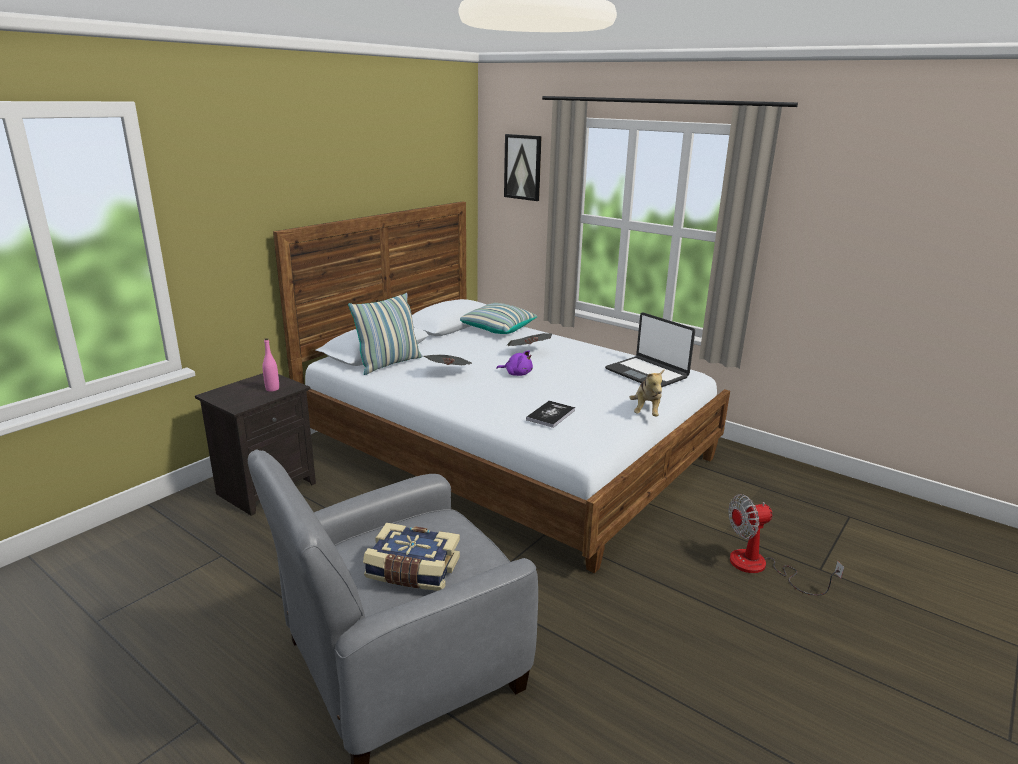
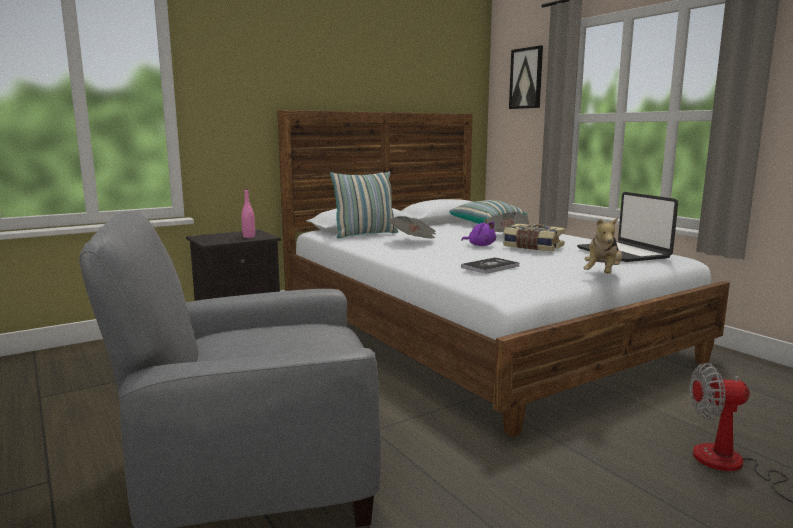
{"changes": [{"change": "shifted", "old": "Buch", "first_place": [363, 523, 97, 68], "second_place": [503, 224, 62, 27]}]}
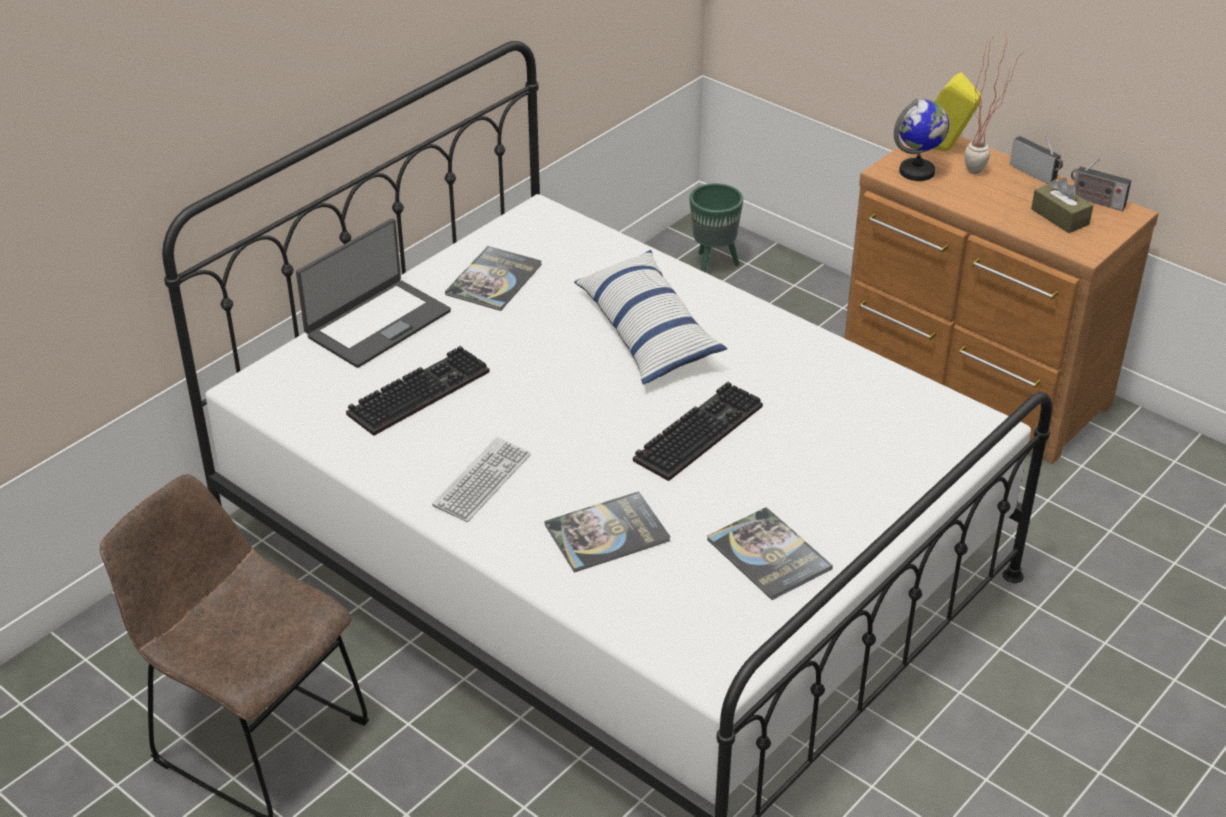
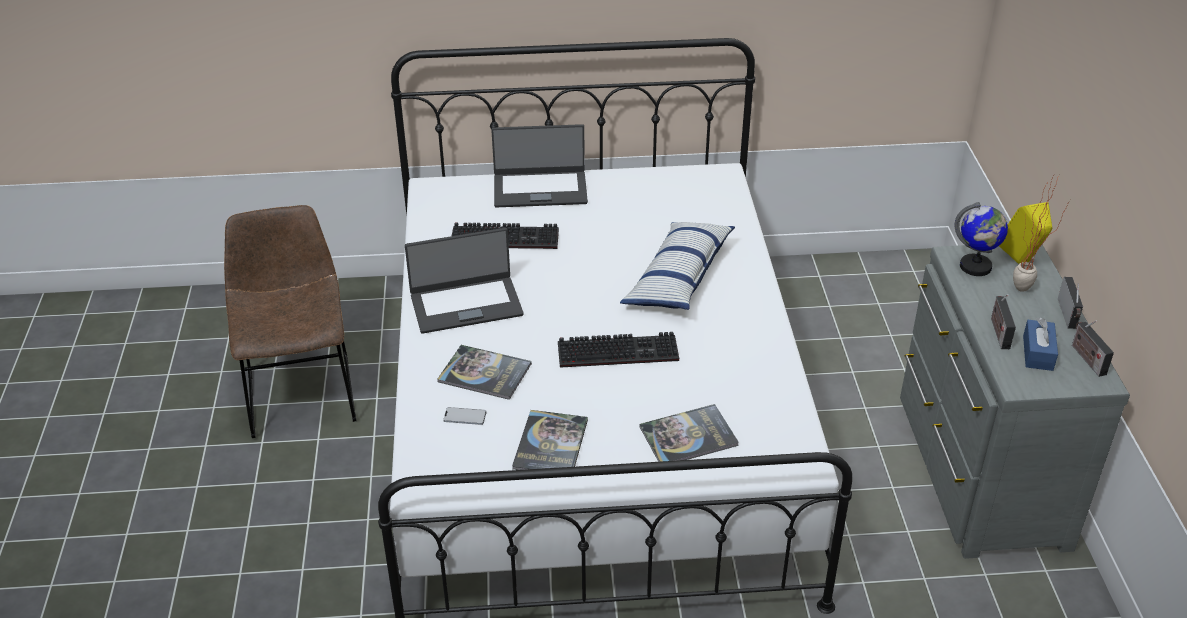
{"changes": [{"change": "gone", "old": "Pflanzkübel [grün]", "first_place": [690, 183, 53, 90]}, {"change": "new", "new": "Handy", "second_place": [443, 407, 43, 18]}, {"change": "new", "new": "Radio", "second_place": [991, 294, 25, 55]}, {"change": "shifted", "old": "Buch", "first_place": [445, 246, 97, 65], "second_place": [639, 404, 100, 58]}, {"change": "swapped", "old": "Tastatur", "new": "Laptop", "first_place": [432, 437, 99, 85], "second_place": [405, 228, 119, 106]}, {"change": "repainted", "old": "Kommode [braun]", "new": "Kommode [grau]", "first_place": [844, 136, 314, 328], "second_place": [900, 245, 230, 314]}, {"change": "repainted", "old": "Taschentuchbox [braun]", "new": "Taschentuchbox [blau]", "first_place": [1031, 178, 62, 55], "second_place": [1023, 318, 35, 53]}]}
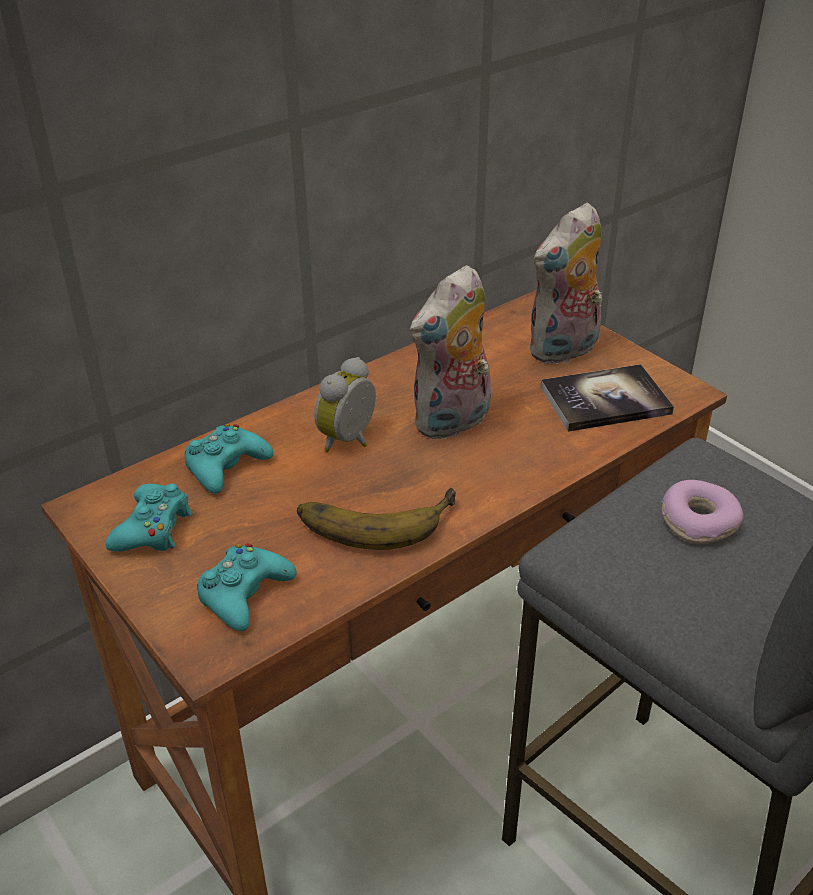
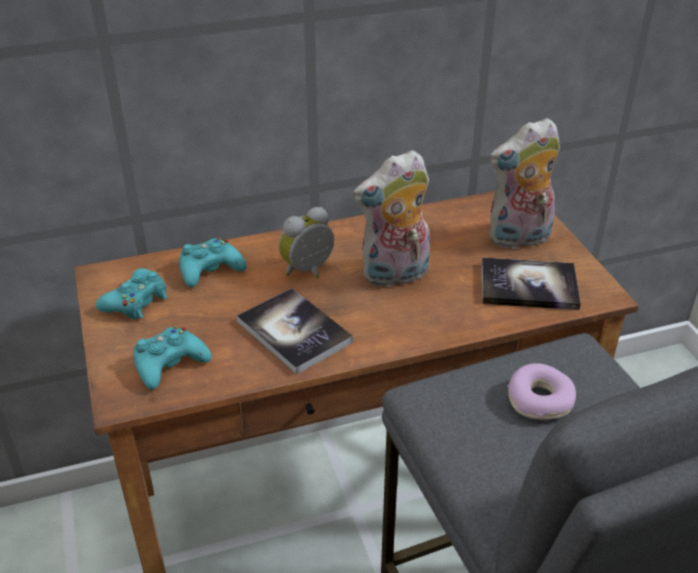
{"changes": [{"change": "swapped", "old": "Banane", "new": "Buch", "first_place": [297, 488, 159, 62], "second_place": [237, 288, 116, 87]}]}
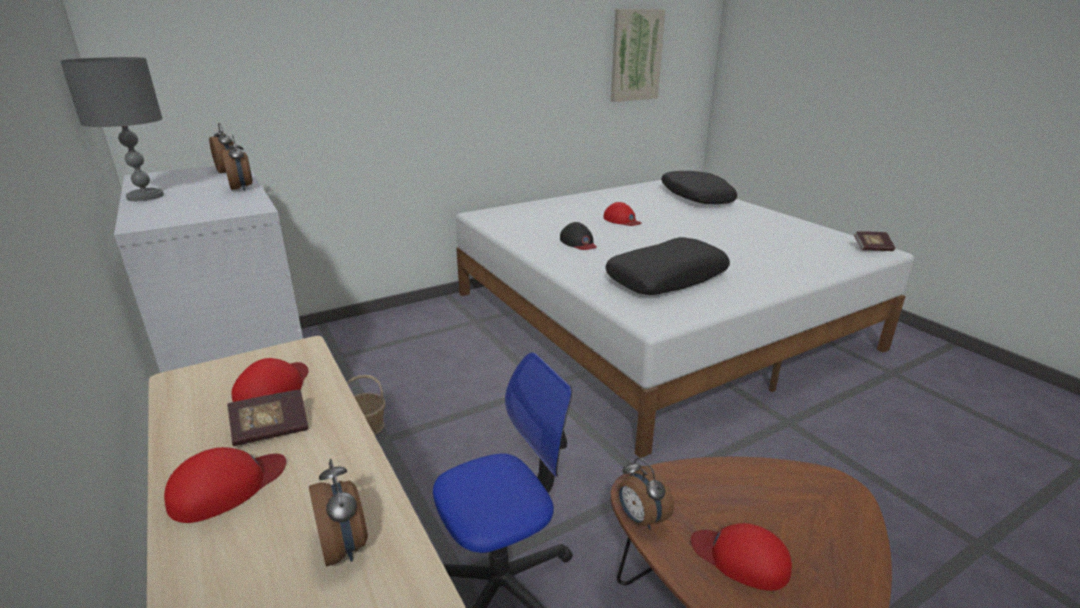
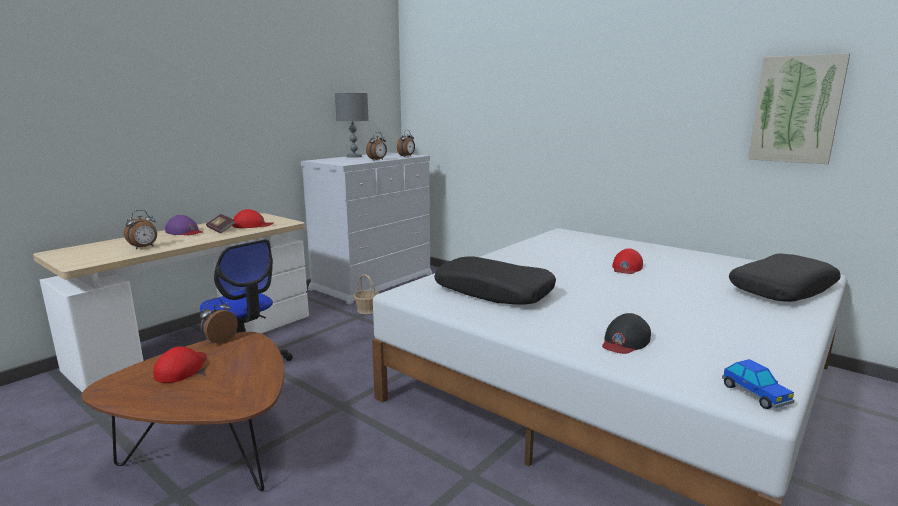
{"changes": [{"change": "shifted", "old": "Kappe [schwarz]", "first_place": [560, 222, 37, 28], "second_place": [602, 313, 49, 41]}, {"change": "swapped", "old": "Buch", "new": "Spielzeugauto", "first_place": [854, 231, 41, 20], "second_place": [722, 359, 72, 50]}, {"change": "repainted", "old": "Kappe [rot]", "new": "Kappe [lila]", "first_place": [164, 447, 122, 76], "second_place": [165, 215, 37, 20]}]}
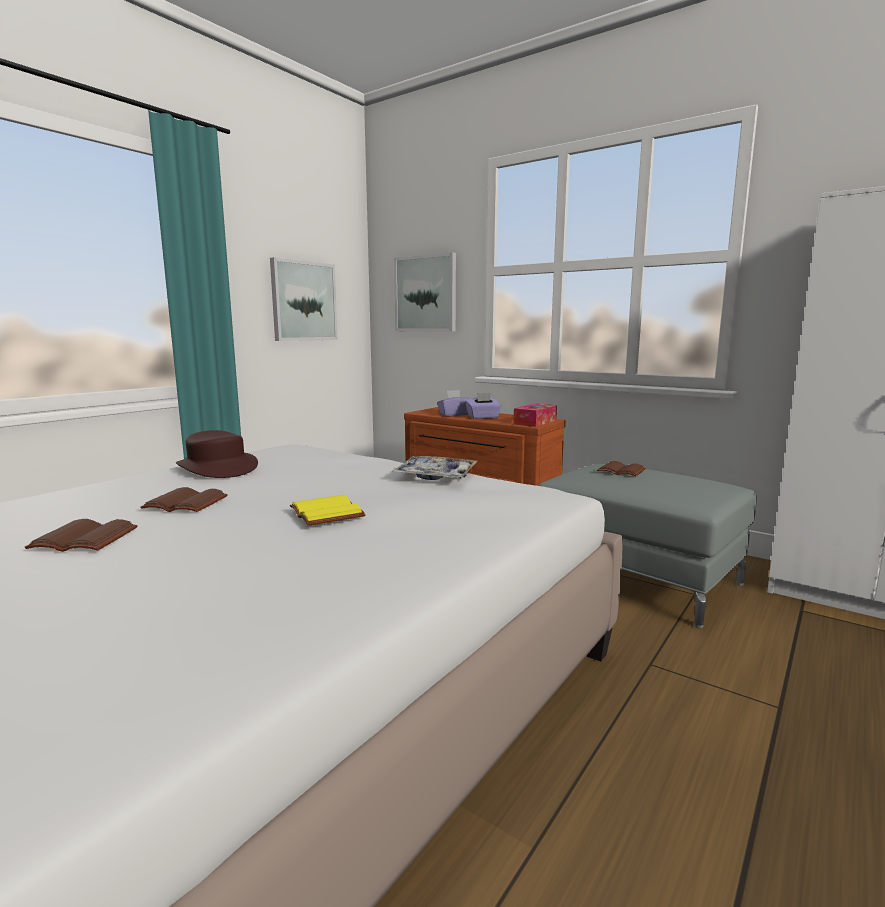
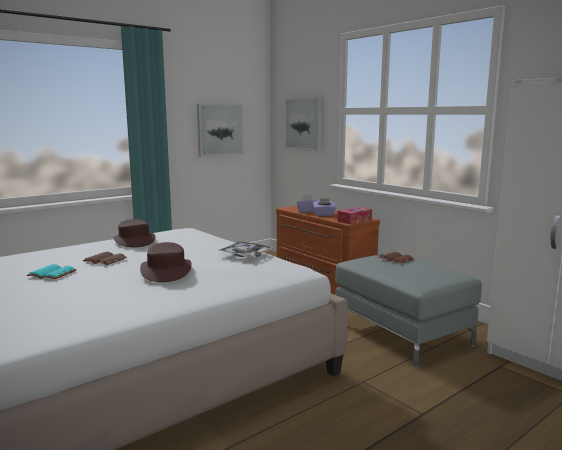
{"changes": [{"change": "swapped", "old": "Buch [gelb]", "new": "Hut [braun]", "first_place": [290, 495, 76, 31], "second_place": [140, 242, 52, 40]}, {"change": "repainted", "old": "Buch [braun]", "new": "Buch [türkis]", "first_place": [25, 519, 113, 33], "second_place": [27, 264, 50, 15]}]}
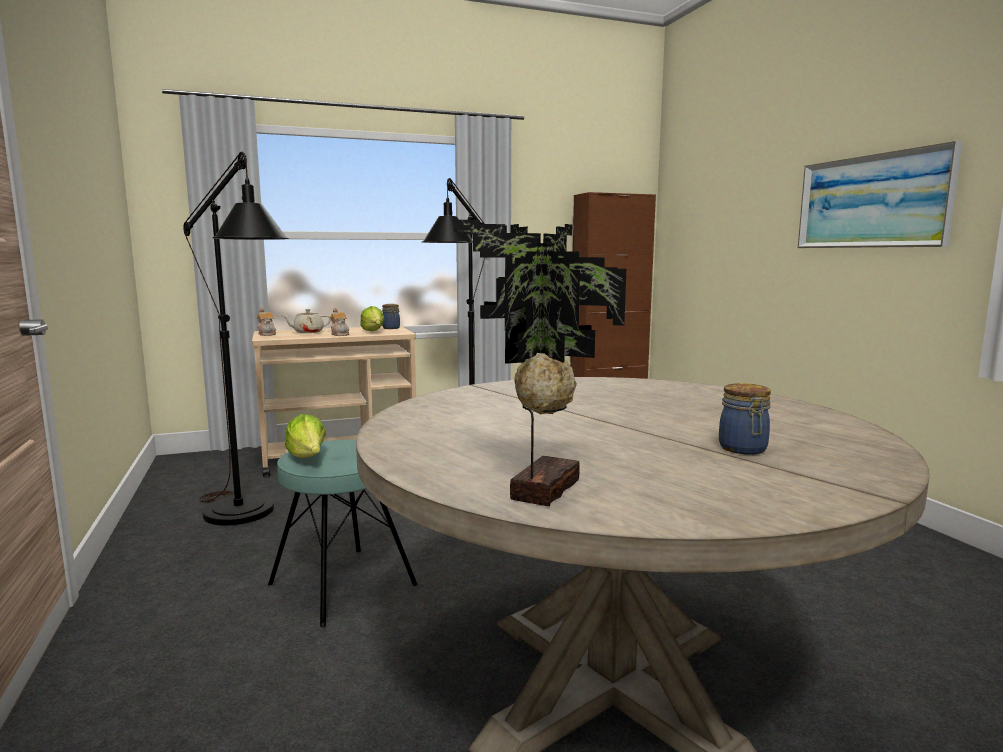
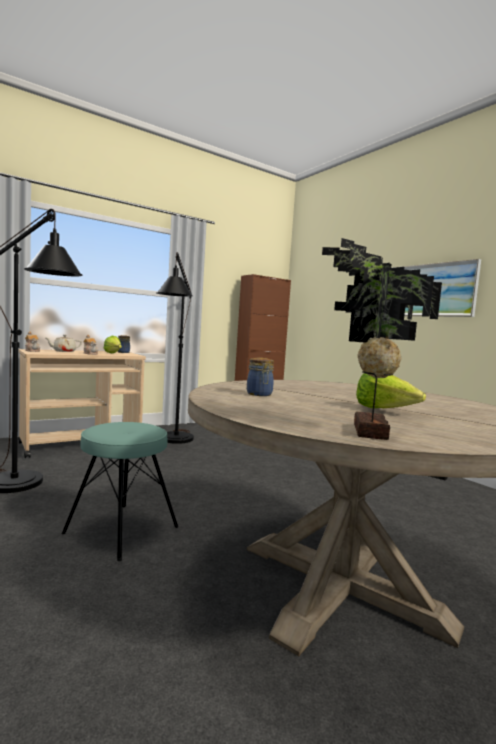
{"changes": [{"change": "shifted", "old": "Salatkopf", "first_place": [285, 414, 41, 44], "second_place": [356, 373, 70, 35]}, {"change": "shifted", "old": "Vorratsglas", "first_place": [719, 383, 52, 72], "second_place": [247, 358, 27, 38]}]}
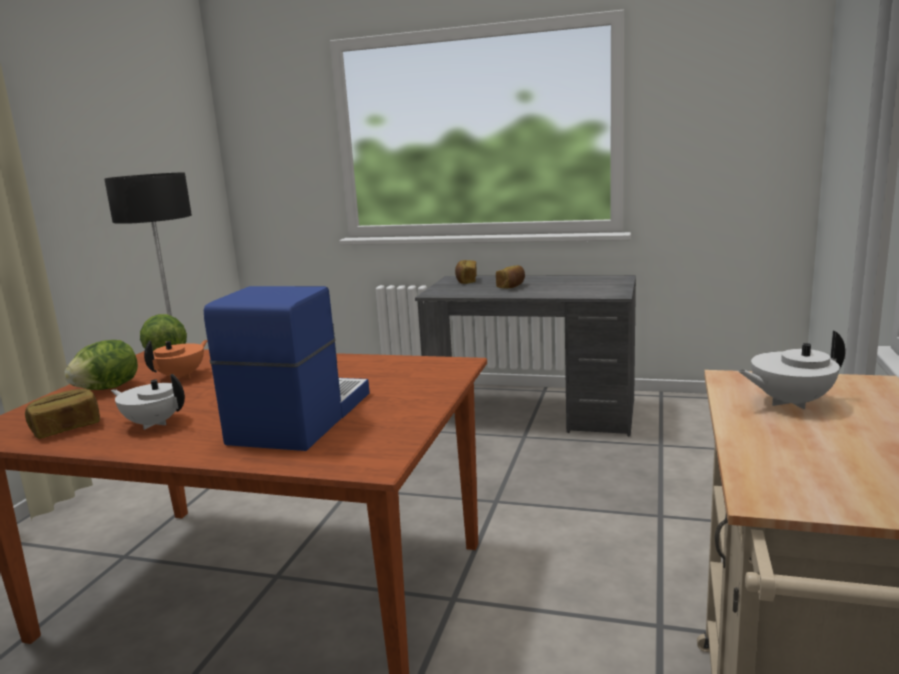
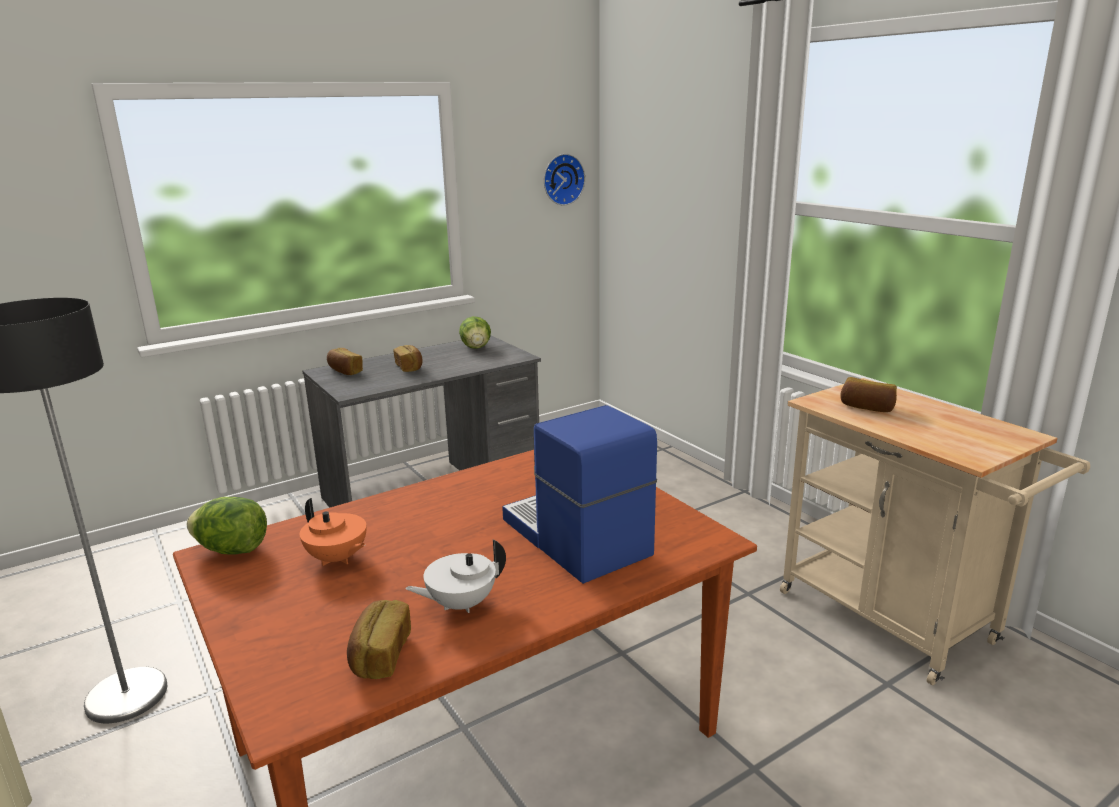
{"changes": [{"change": "new", "new": "Wanduhr", "second_place": [544, 154, 41, 51]}, {"change": "shifted", "old": "Salatkopf", "first_place": [64, 340, 74, 50], "second_place": [459, 316, 32, 33]}, {"change": "swapped", "old": "Teekanne [weiß]", "new": "Brot", "first_place": [738, 331, 107, 78], "second_place": [841, 377, 56, 35]}, {"change": "rotated", "old": "Teekanne [orange]", "first_place": [144, 340, 63, 39], "second_place": [300, 498, 67, 68], "degrees": 150}]}
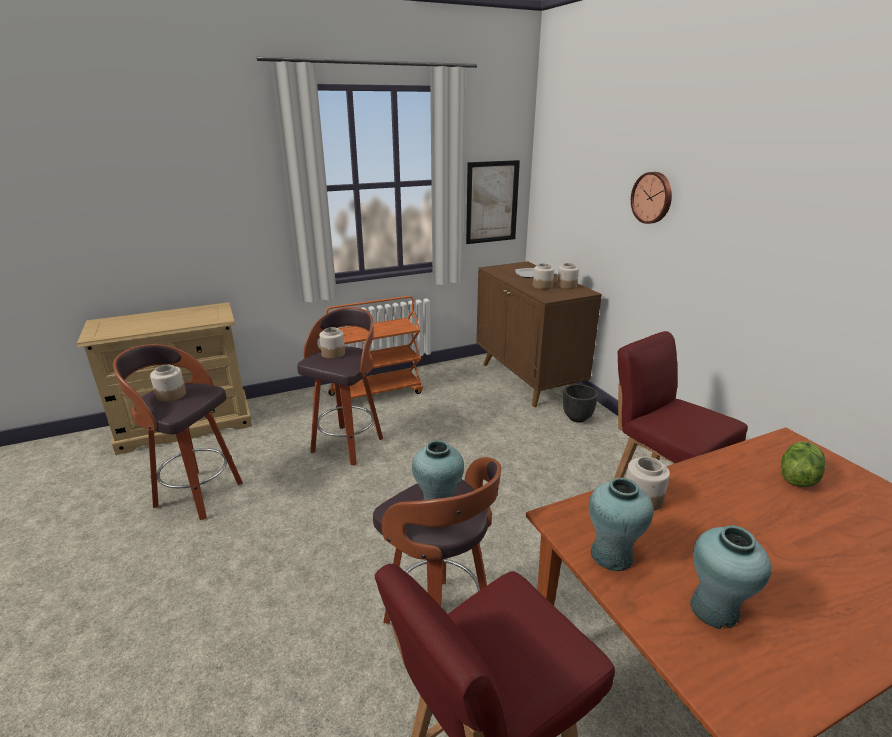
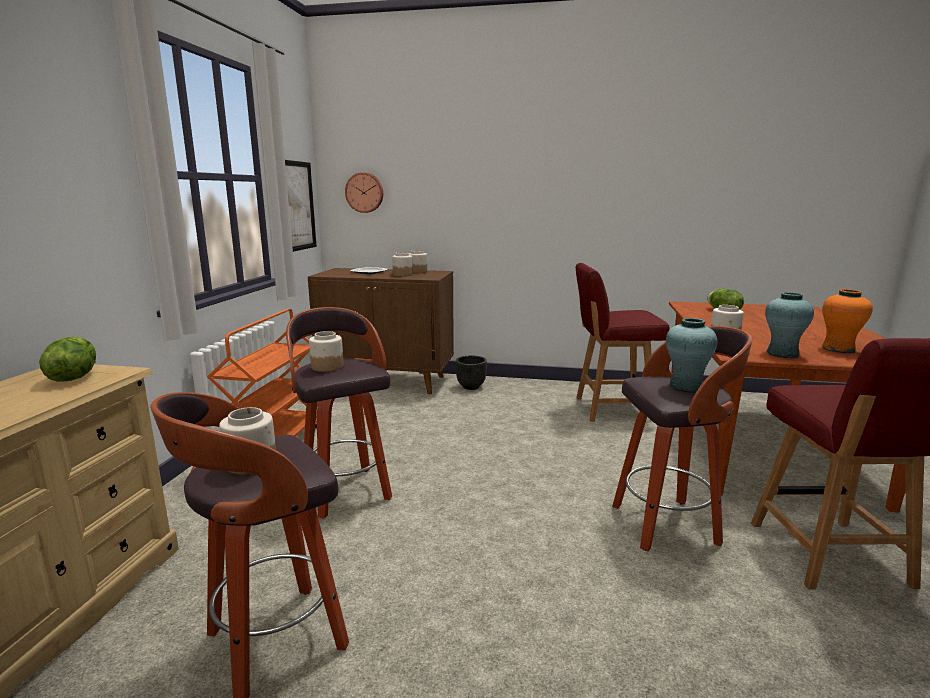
{"changes": [{"change": "new", "new": "Salatkopf", "second_place": [39, 337, 57, 45]}, {"change": "shifted", "old": "Wanduhr", "first_place": [631, 172, 41, 52], "second_place": [345, 172, 38, 41]}, {"change": "repainted", "old": "Vase [türkis]", "new": "Vase [orange]", "first_place": [690, 525, 81, 104], "second_place": [822, 289, 51, 64]}]}
